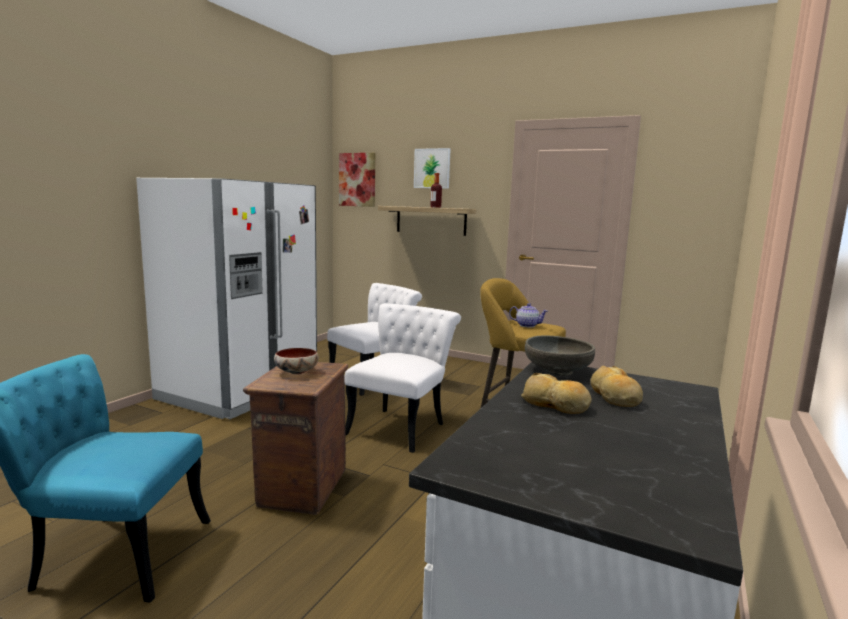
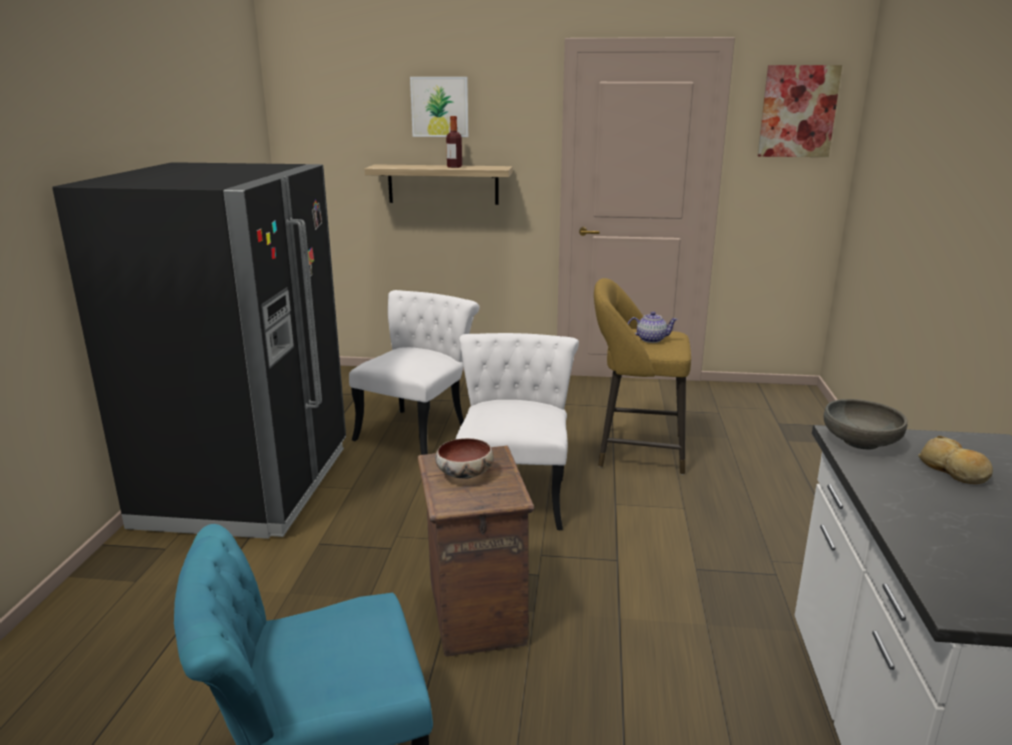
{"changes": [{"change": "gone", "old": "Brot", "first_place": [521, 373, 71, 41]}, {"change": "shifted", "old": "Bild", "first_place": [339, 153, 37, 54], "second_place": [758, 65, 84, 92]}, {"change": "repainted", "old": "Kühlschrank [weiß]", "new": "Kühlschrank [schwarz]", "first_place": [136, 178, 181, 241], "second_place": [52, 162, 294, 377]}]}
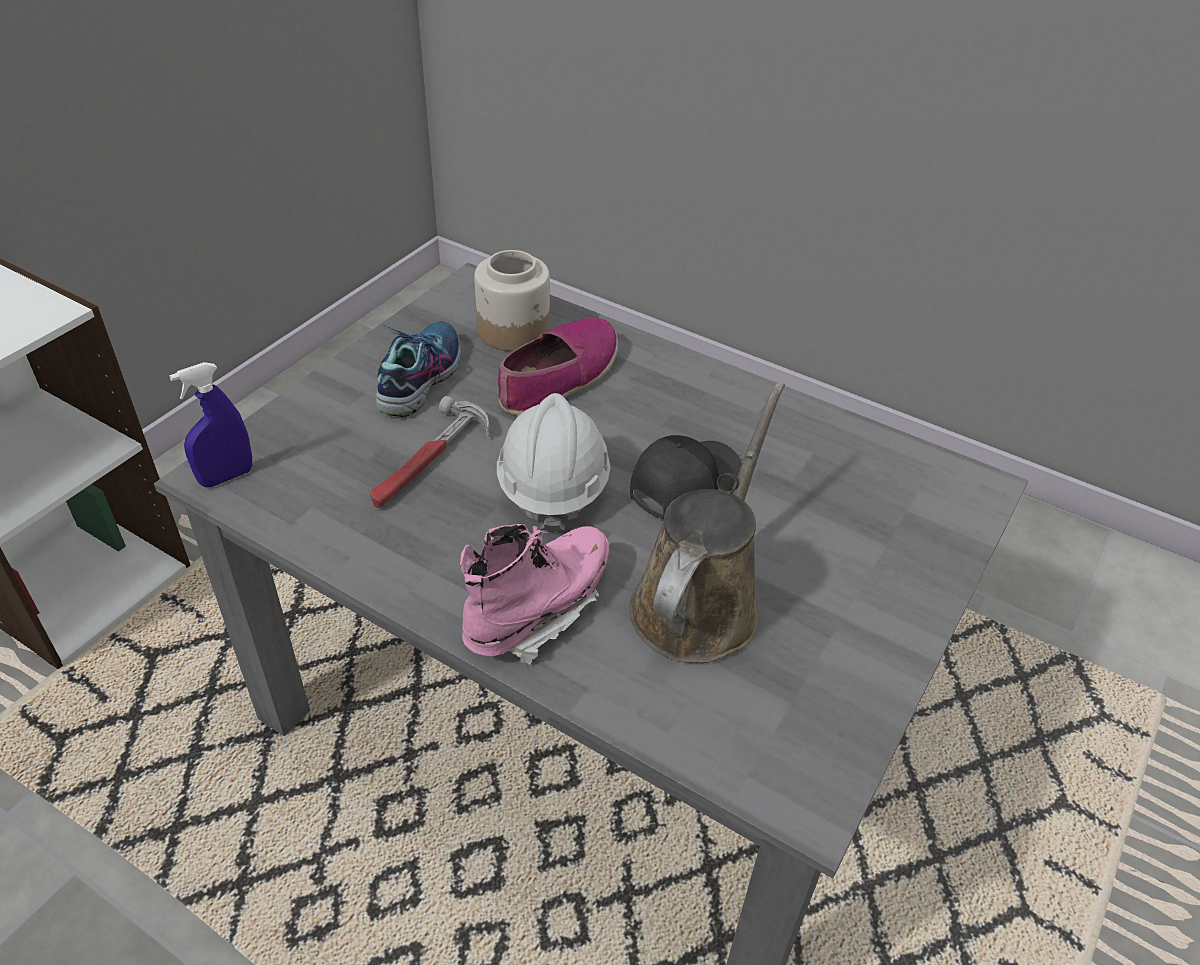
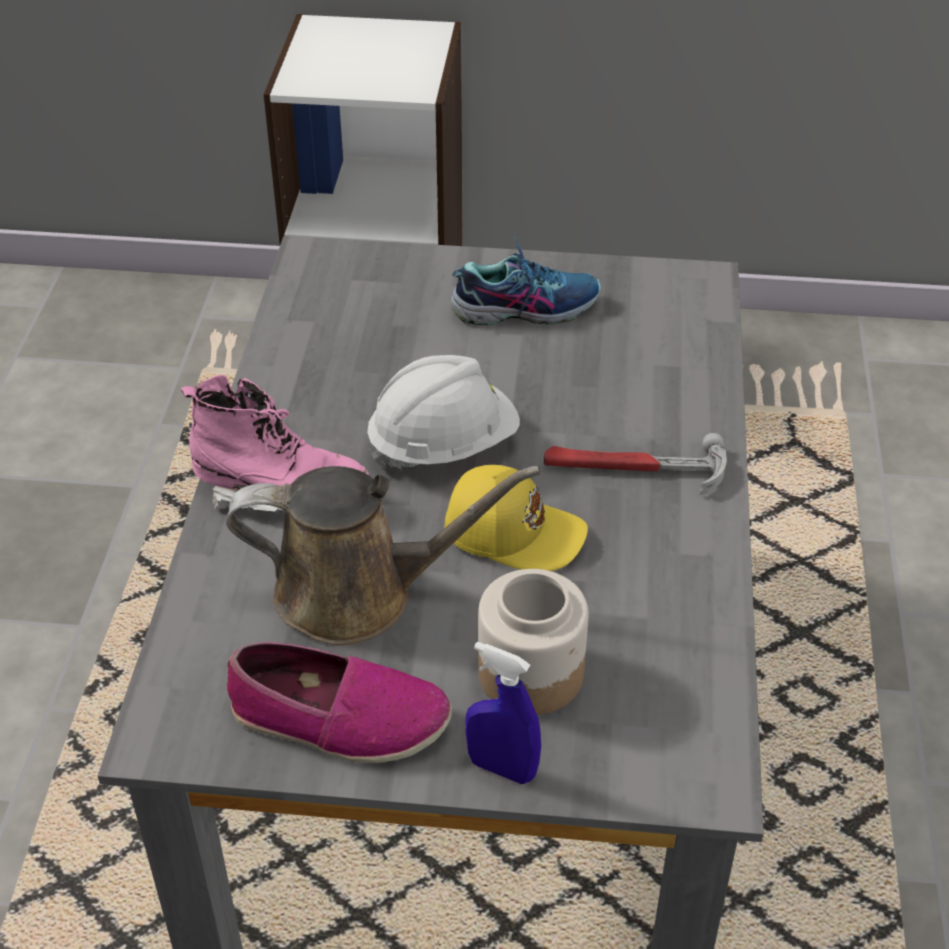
{"changes": [{"change": "shifted", "old": "Sprühflasche [blau]", "first_place": [169, 362, 83, 125], "second_place": [465, 642, 76, 142]}, {"change": "shifted", "old": "Hammer", "first_place": [370, 396, 119, 112], "second_place": [544, 433, 183, 61]}, {"change": "shifted", "old": "Vorratsglas", "first_place": [474, 250, 76, 101], "second_place": [478, 569, 110, 146]}, {"change": "shifted", "old": "Schuh", "first_place": [498, 317, 120, 99], "second_place": [227, 642, 225, 121]}, {"change": "repainted", "old": "Kappe [schwarz]", "new": "Kappe [gelb]", "first_place": [630, 435, 112, 86], "second_place": [444, 465, 144, 106]}]}
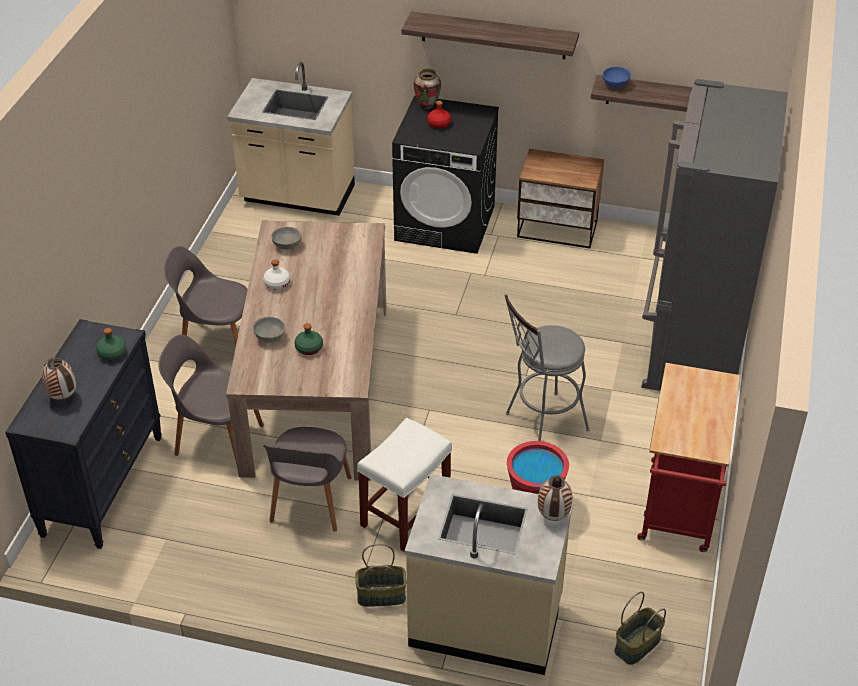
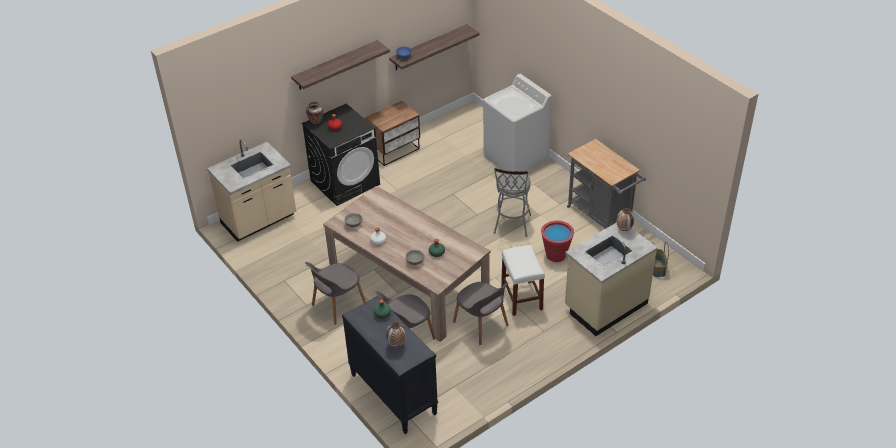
{"changes": [{"change": "gone", "old": "Korb", "first_place": [355, 544, 52, 63]}, {"change": "swapped", "old": "Kühlschrank [grau]", "new": "Waschmaschine [weiß]", "first_place": [641, 79, 147, 312], "second_place": [483, 74, 69, 97]}, {"change": "repainted", "old": "Rollwagen [rot]", "new": "Rollwagen [grau]", "first_place": [637, 363, 103, 189], "second_place": [567, 139, 79, 90]}]}
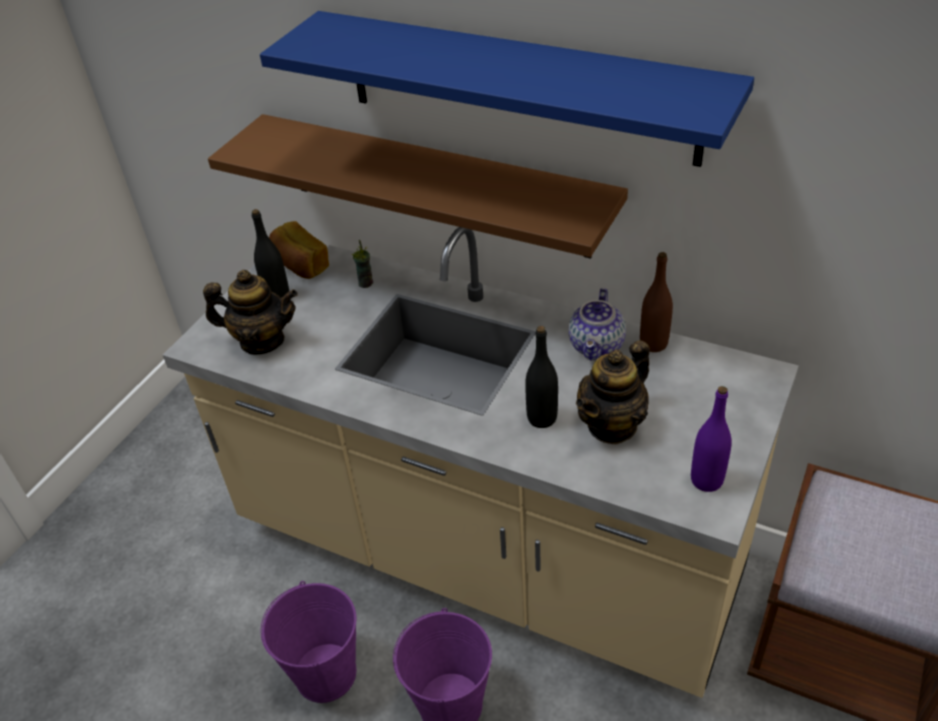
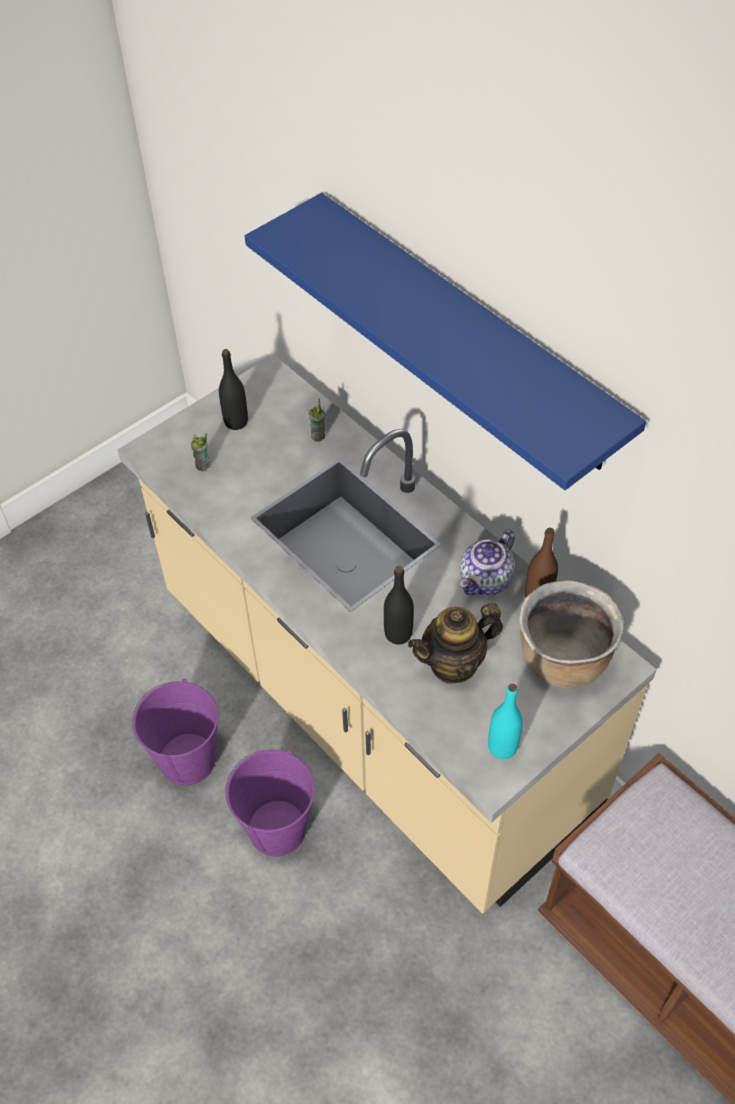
{"changes": [{"change": "gone", "old": "Wandregal [braun]", "first_place": [208, 114, 420, 145]}, {"change": "gone", "old": "Brot", "first_place": [269, 221, 60, 58]}, {"change": "new", "new": "Kochtopf [braun]", "second_place": [520, 580, 104, 109]}, {"change": "swapped", "old": "Teekanne", "new": "Tasse", "first_place": [203, 270, 95, 85], "second_place": [191, 433, 20, 39]}, {"change": "repainted", "old": "Flasche [lila]", "new": "Flasche [türkis]", "first_place": [691, 386, 41, 106], "second_place": [488, 683, 35, 76]}]}
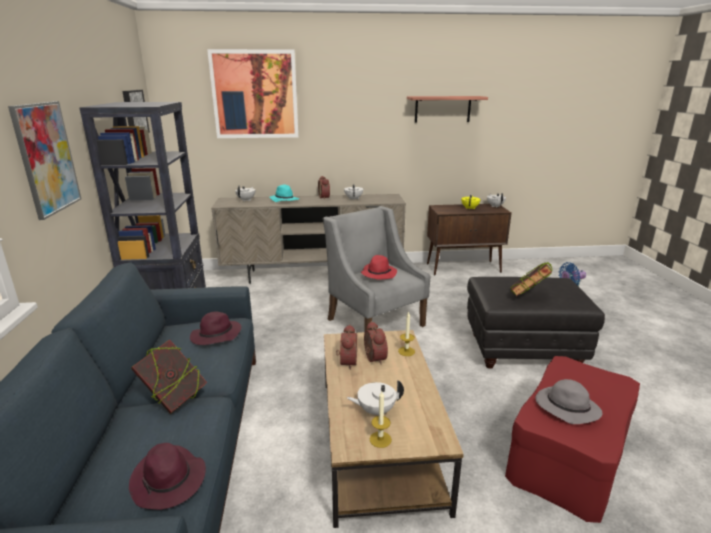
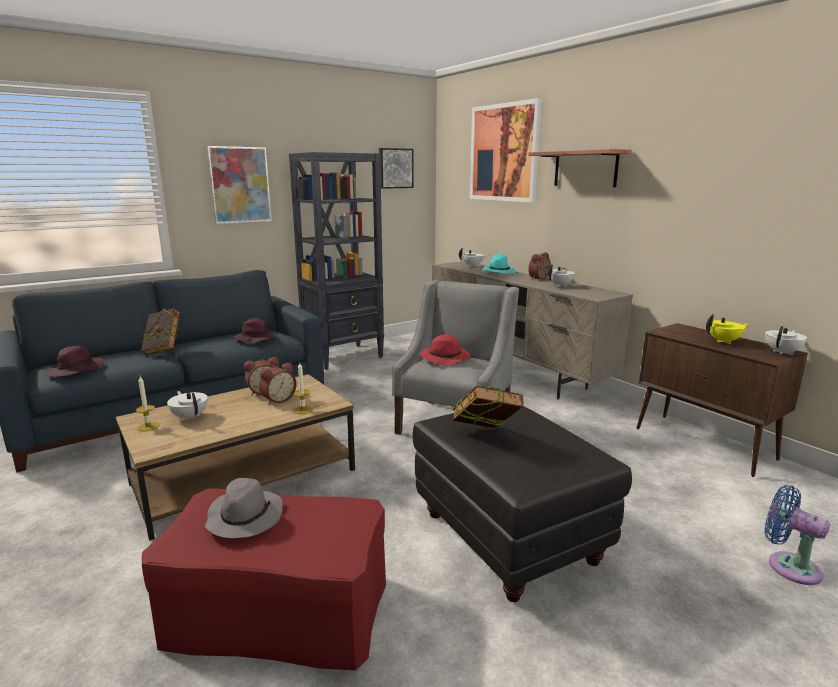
{"changes": [{"change": "shifted", "old": "Wandregal", "first_place": [407, 96, 81, 27], "second_place": [528, 149, 104, 38]}]}
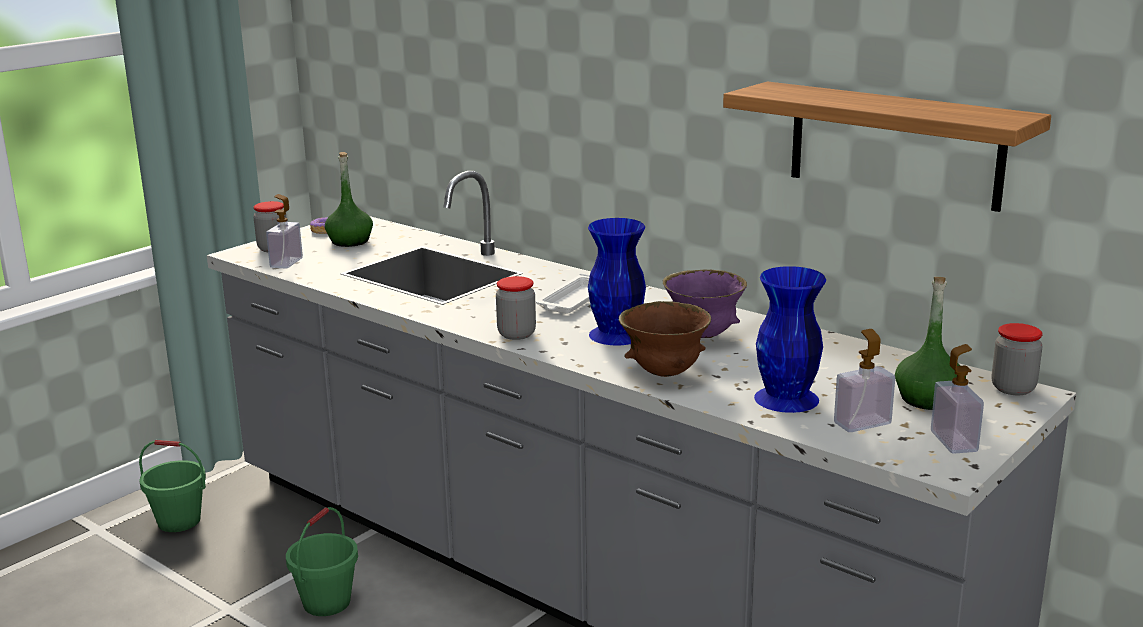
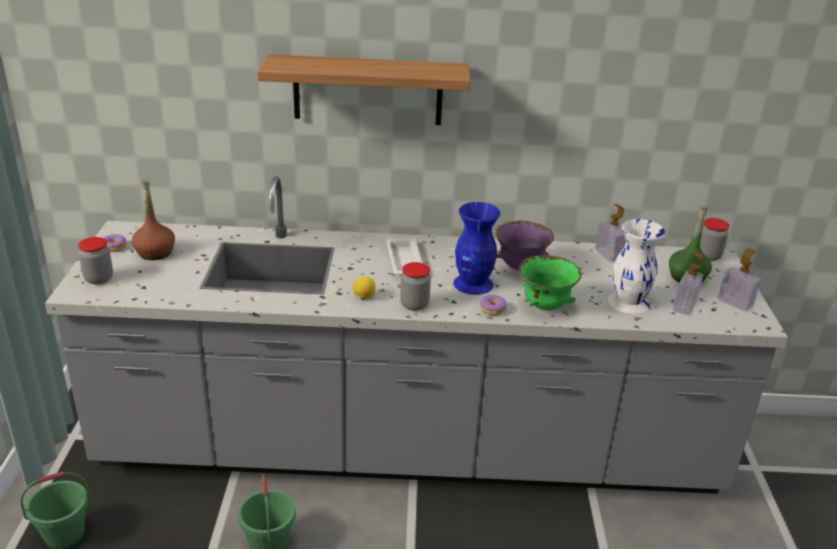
{"changes": [{"change": "new", "new": "Zitrone", "second_place": [353, 276, 23, 22]}, {"change": "new", "new": "Donut", "second_place": [480, 294, 27, 21]}, {"change": "shifted", "old": "Seifenspender", "first_place": [266, 194, 37, 75], "second_place": [595, 204, 31, 58]}, {"change": "shifted", "old": "Wandregal", "first_place": [723, 81, 328, 131], "second_place": [257, 54, 213, 71]}, {"change": "repainted", "old": "Flasche [grün]", "new": "Flasche [braun]", "first_place": [325, 152, 48, 95], "second_place": [132, 180, 43, 80]}, {"change": "repainted", "old": "Schüssel [braun]", "new": "Schüssel [grün]", "first_place": [619, 301, 92, 76], "second_place": [518, 255, 64, 55]}, {"change": "repainted", "old": "Vase [blau]", "new": "Vase [weiß]", "first_place": [754, 266, 72, 147], "second_place": [608, 219, 57, 95]}]}
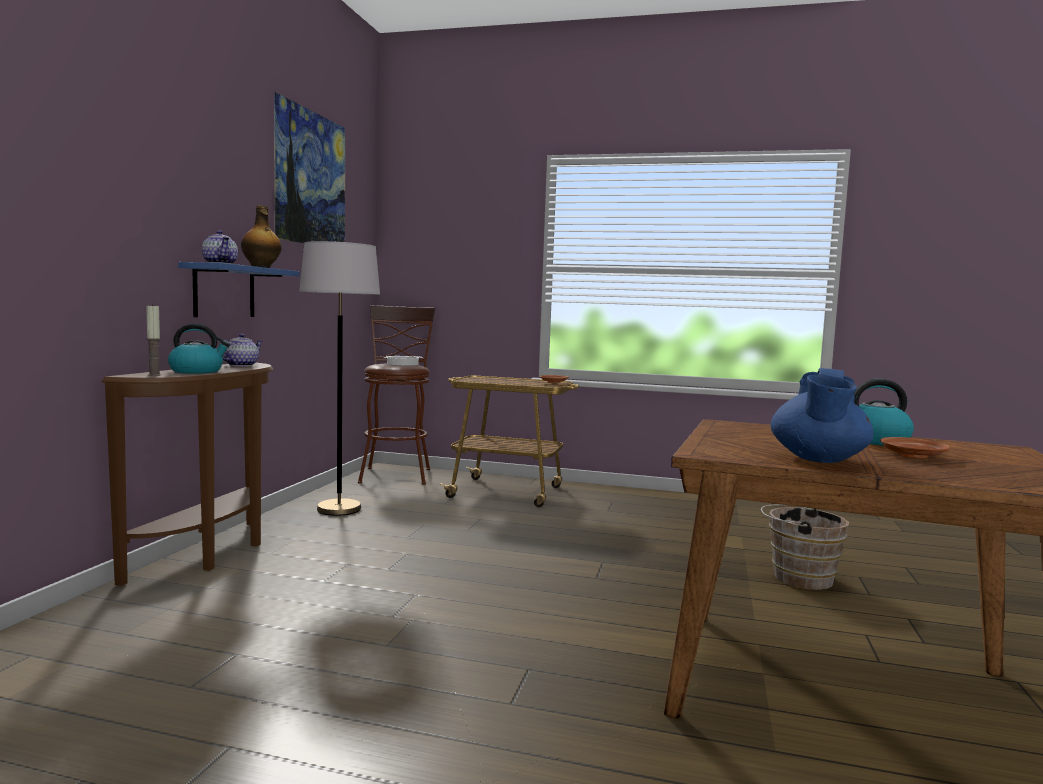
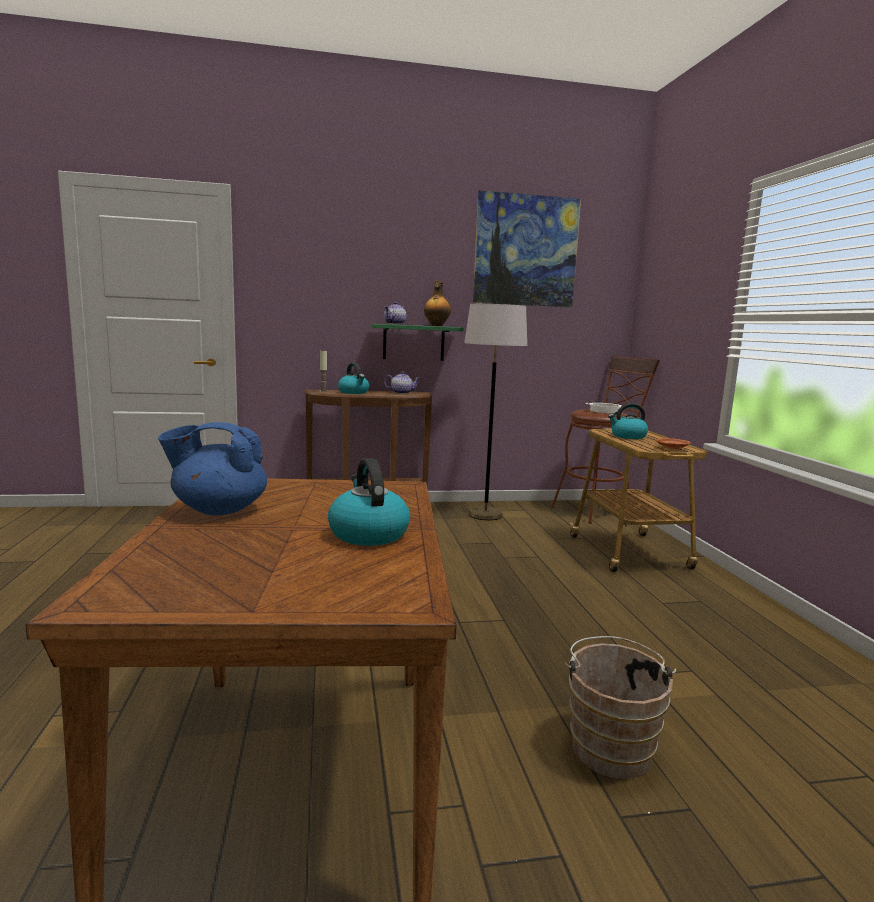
{"changes": [{"change": "gone", "old": "Teller [braun]", "first_place": [880, 437, 70, 21]}, {"change": "new", "new": "Wasserkessel", "second_place": [608, 403, 40, 36]}, {"change": "repainted", "old": "Wandregal [blau]", "new": "Wandregal [grün]", "first_place": [178, 262, 122, 55], "second_place": [371, 324, 93, 37]}]}
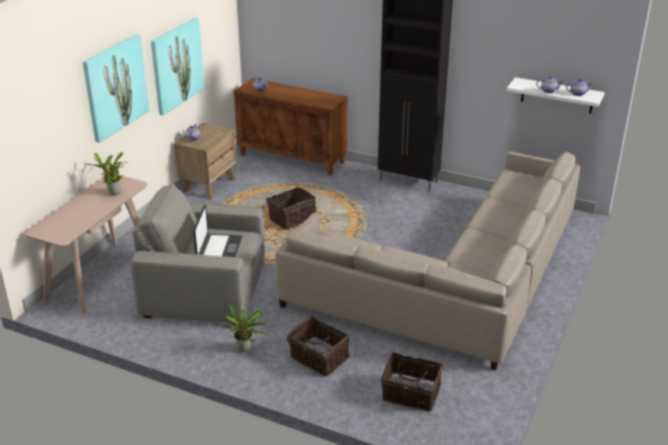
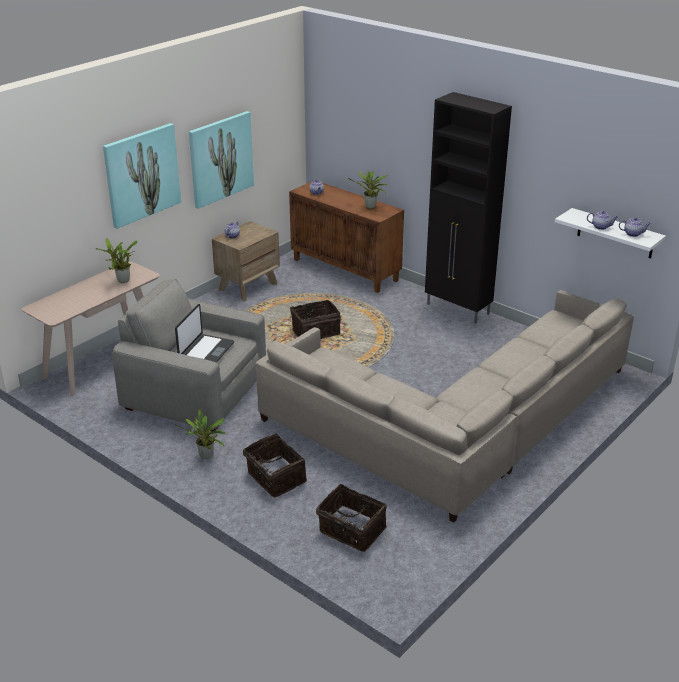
{"changes": [{"change": "new", "new": "Topfpflanze", "second_place": [348, 171, 40, 38]}]}
